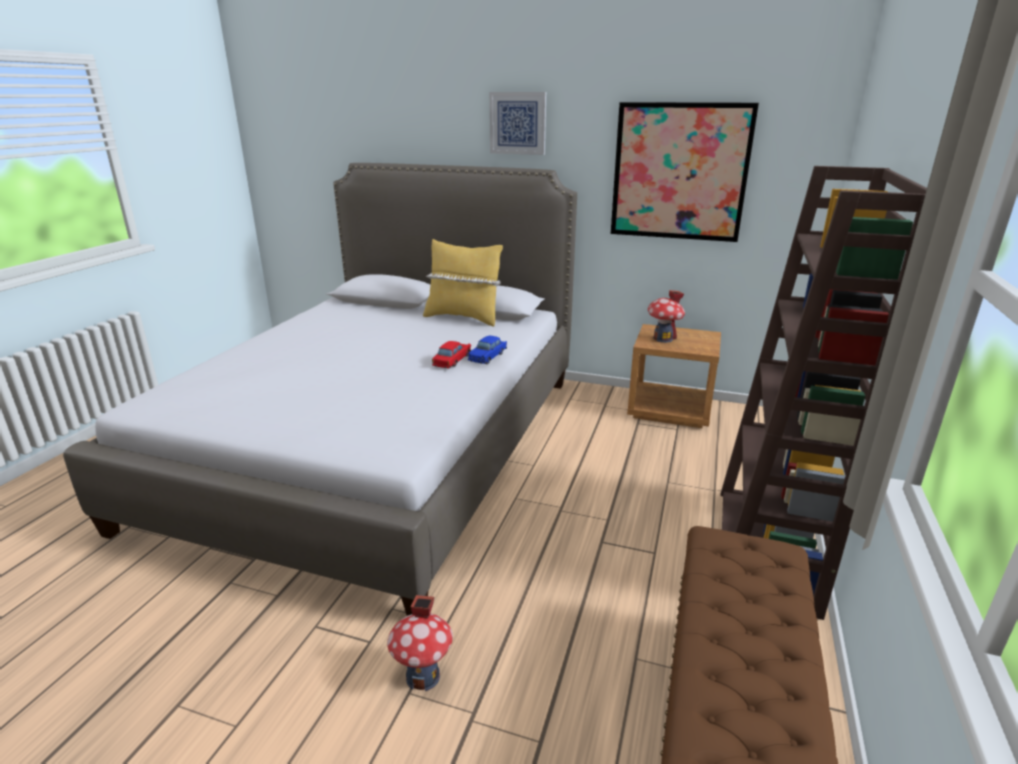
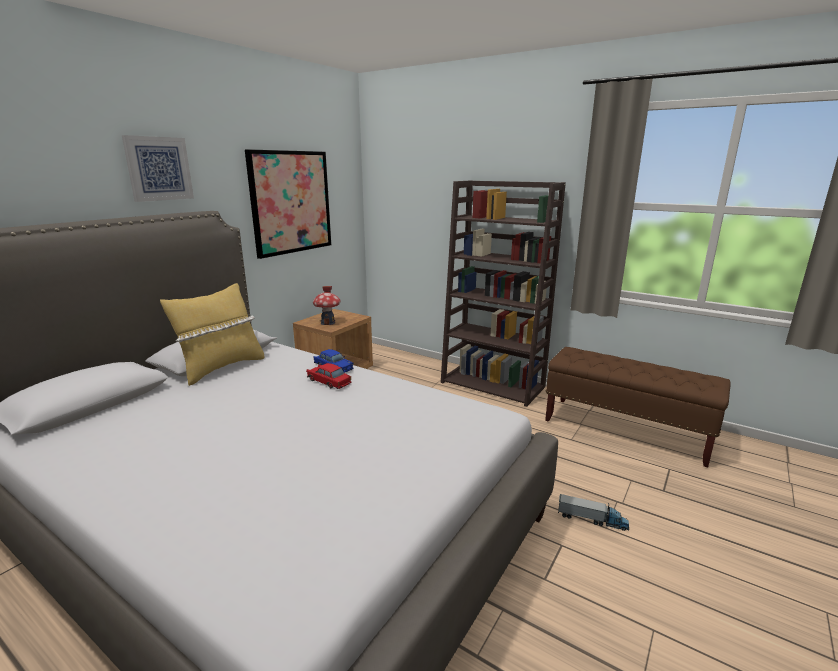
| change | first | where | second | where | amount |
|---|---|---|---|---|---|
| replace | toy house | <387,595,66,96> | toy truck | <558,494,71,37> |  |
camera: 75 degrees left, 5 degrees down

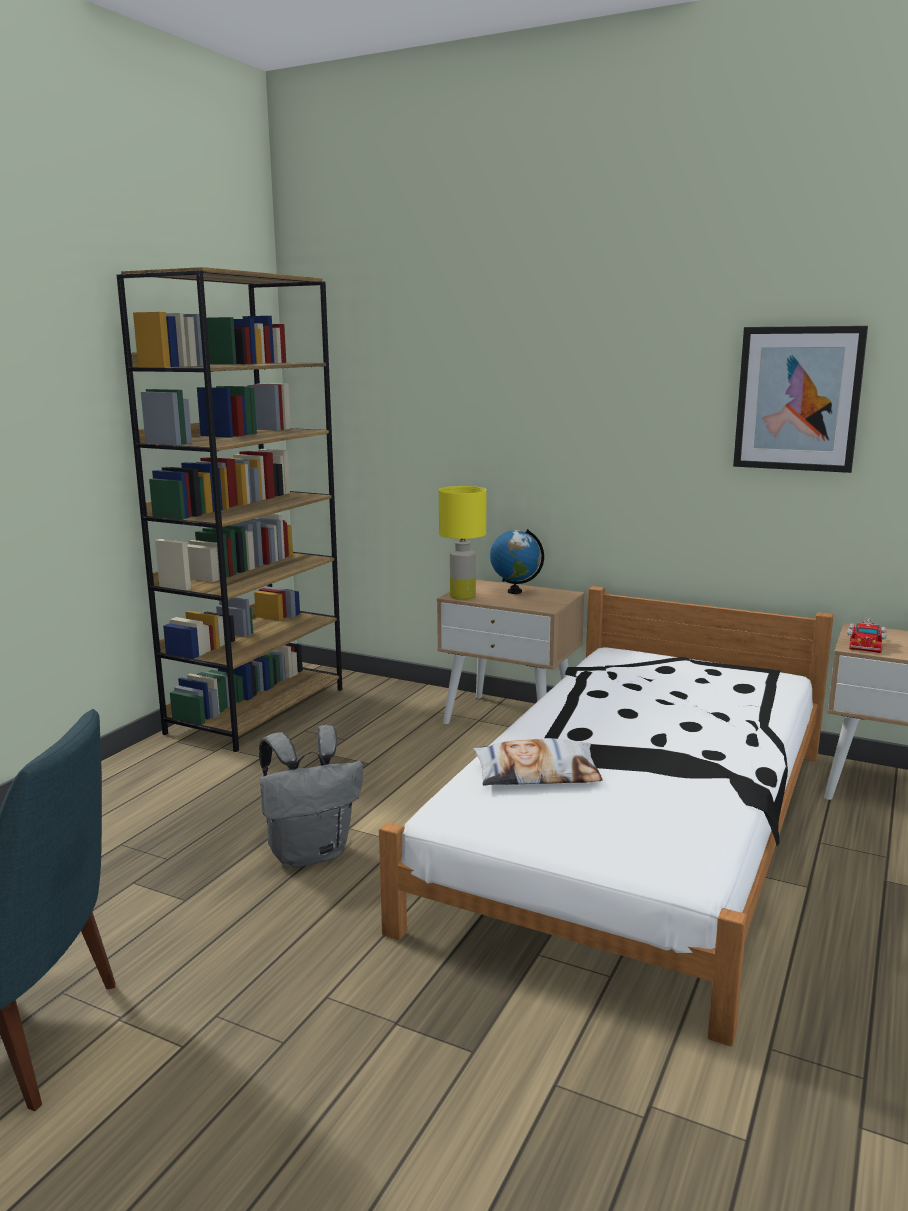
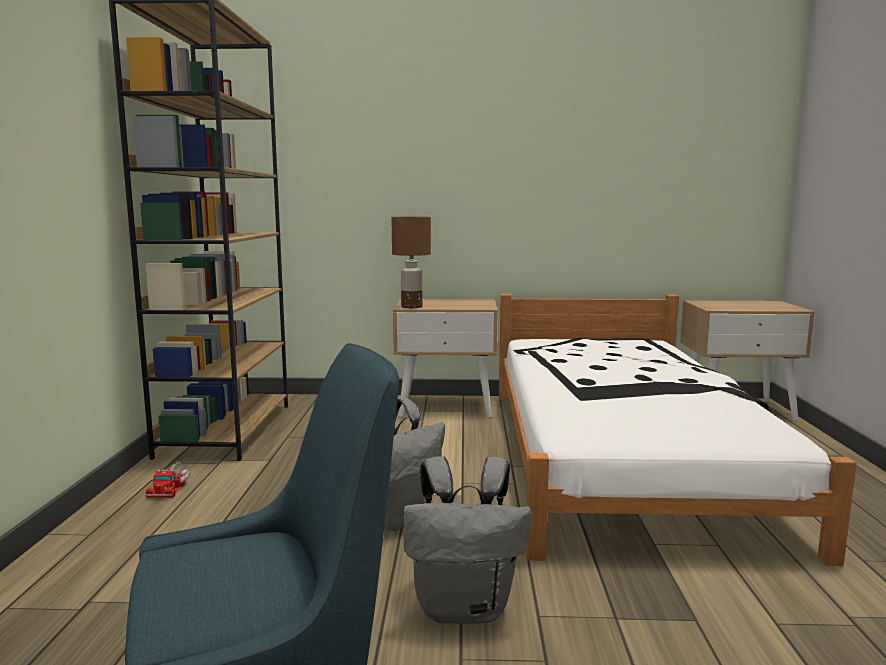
| change | first | where | second | where | amount |
|---|---|---|---|---|---|
| recolor | yellow table lamp | <439,486,47,114> | brown table lamp | <392,217,39,91> |  |
| delete | pillow | <473,738,130,48> |  |  |  |
| delete | globe | <490,529,54,65> |  |  |  |
| delete | picture | <733,326,135,147> |  |  |  |
| move | toy truck | <847,617,40,36> |  | <145,461,45,37> |  |
| insert |  |  | grey backpack | <404,456,128,168> |  |
camera: 25 degrees left, 5 degrees down

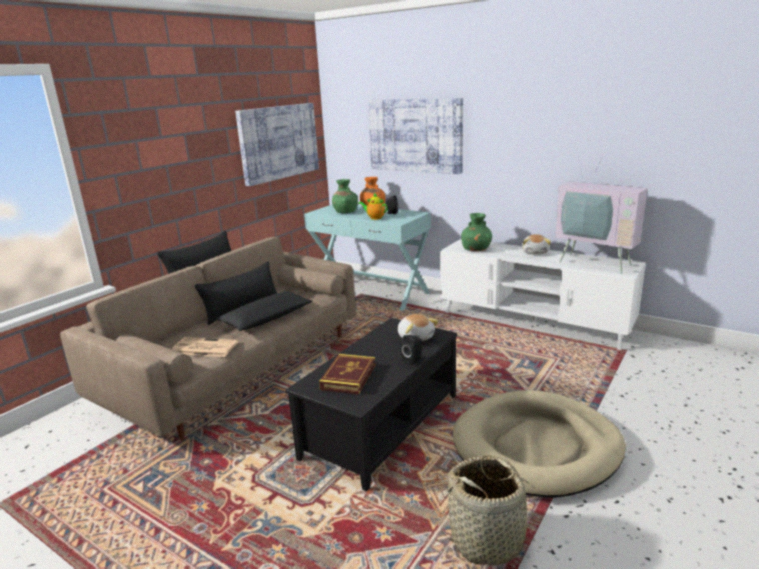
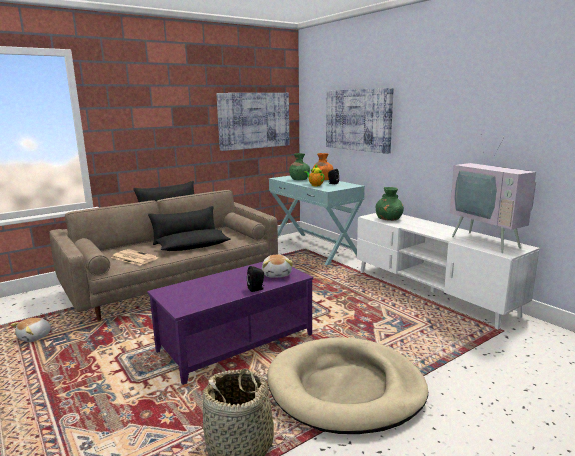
| change | first | where | second | where | amount |
|---|---|---|---|---|---|
| recolor | black coffee table | <286,318,171,173> | purple coffee table | <147,262,166,123> |  |
| delete | book | <319,354,56,41> |  |  |  |
| move | plush toy | <522,235,29,19> |  | <11,318,41,24> |  |
camera: 20 degrees right, 5 degrees down

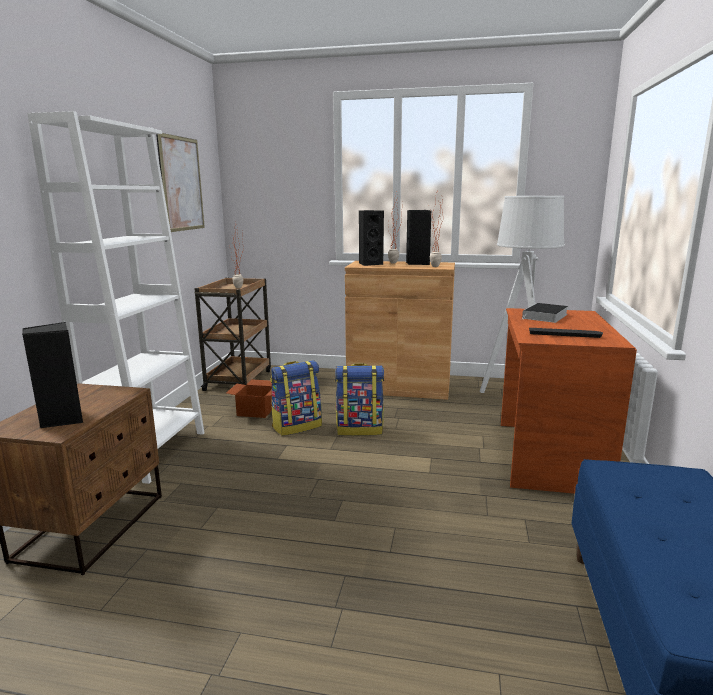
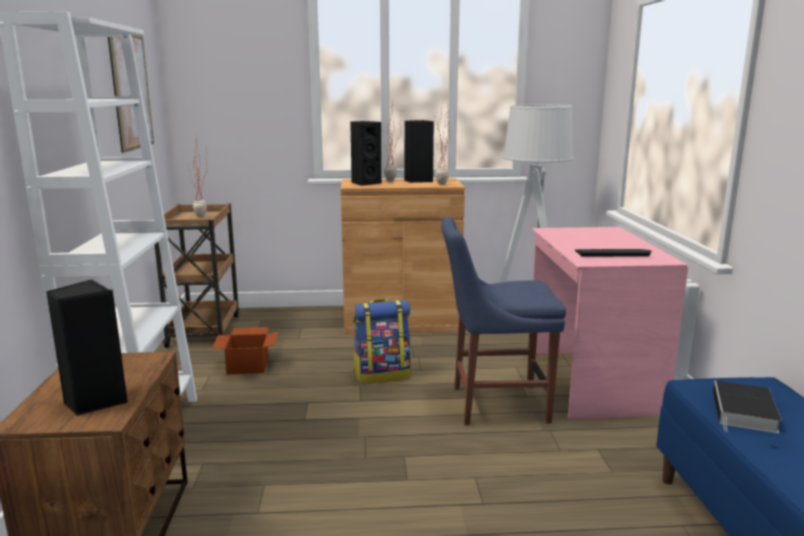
| change | first | where | second | where | amount |
|---|---|---|---|---|---|
| delete | backpack | <270,360,52,76> |  |  |  |
| recolor | brown desk | <501,308,136,186> | pink desk | <532,227,156,192> |  |
| move | book | <522,303,46,20> |  | <713,381,69,52> |  |
| insert |  |  | blue chair | <441,217,125,208> |  |
camera: 15 degrees left, 0 degrees up

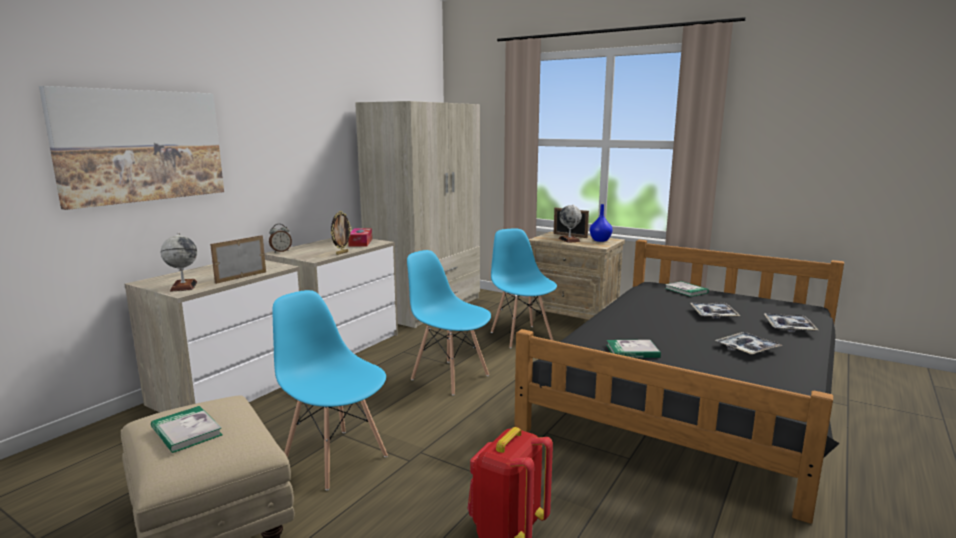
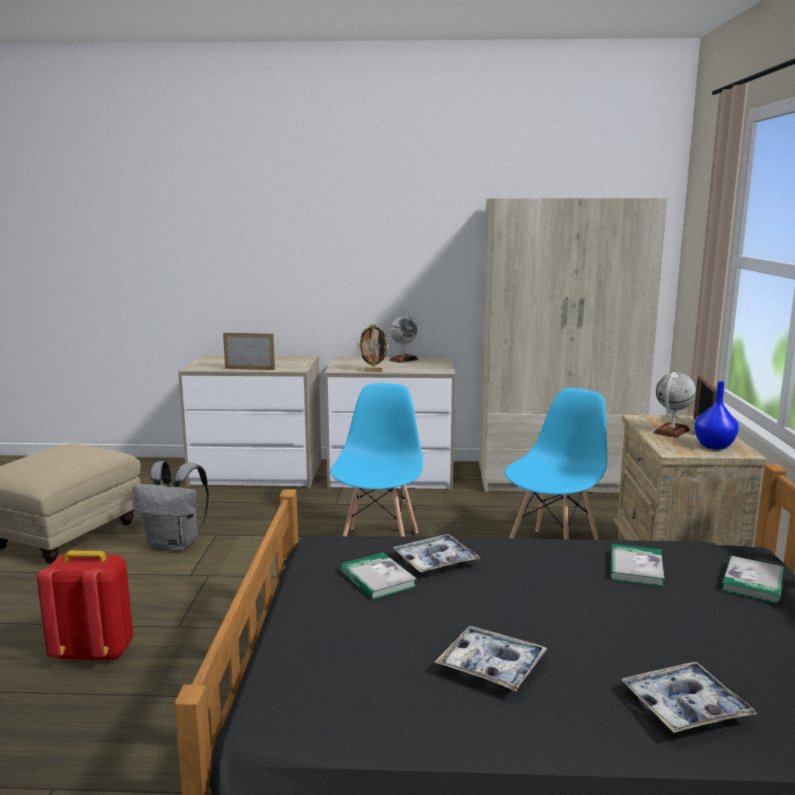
| change | first | where | second | where | amount |
|---|---|---|---|---|---|
| delete | picture | <39,86,185,124> |  |  |  |
| move | book | <151,406,72,47> |  | <610,544,54,43> |  |
| move | globe | <161,233,36,59> |  | <389,315,29,48> |  |
| delete | alarm clock | <269,224,23,28> |  |  |  |
| replace | blue chair | <272,290,116,200> | grey backpack | <132,461,77,90> |  |
| delete | tissue box | <348,228,24,19> |  |  |  |
| move | tray | <690,303,50,16> |  | <393,534,87,39> |  |
camera: 60 degrees right, 0 degrees up

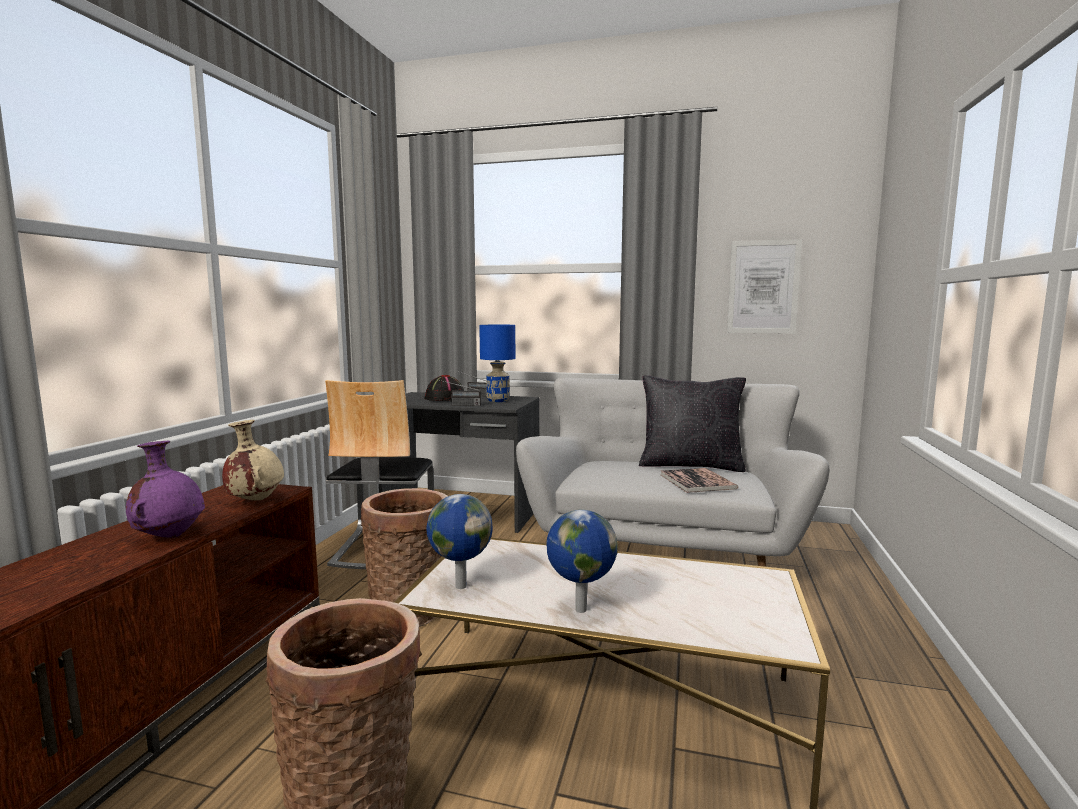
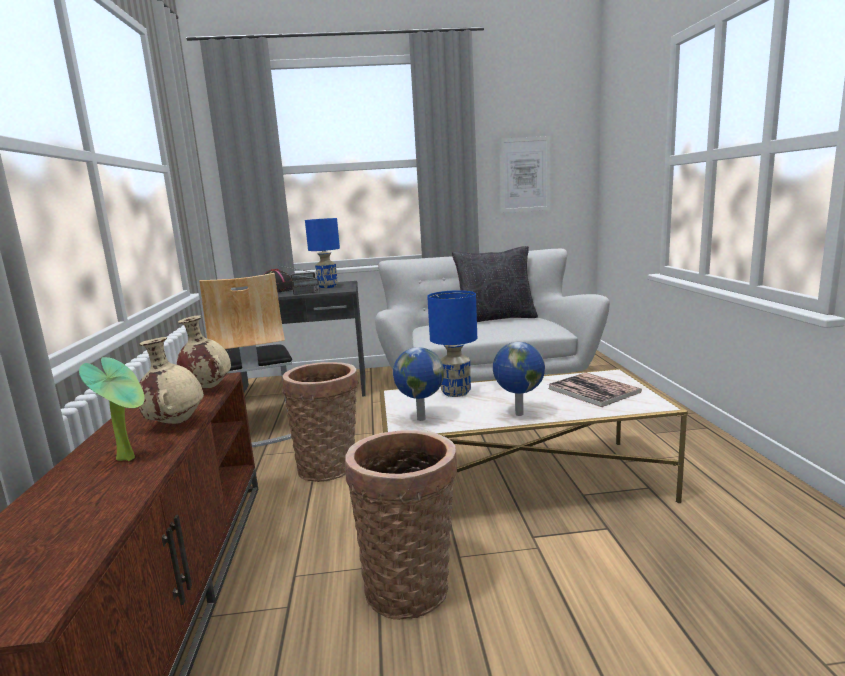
| change | first | where | second | where | amount |
|---|---|---|---|---|---|
| recolor | purple vase | <126,441,79,96> | beige vase | <139,337,65,87> |  |
| move | book | <661,468,77,25> |  | <548,373,94,34> |  |
| insert |  |  | potted plant | <79,357,66,104> |  |
| insert |  |  | blue table lamp | <427,290,50,107> |  |
camera: 20 degrees left, 5 degrees up

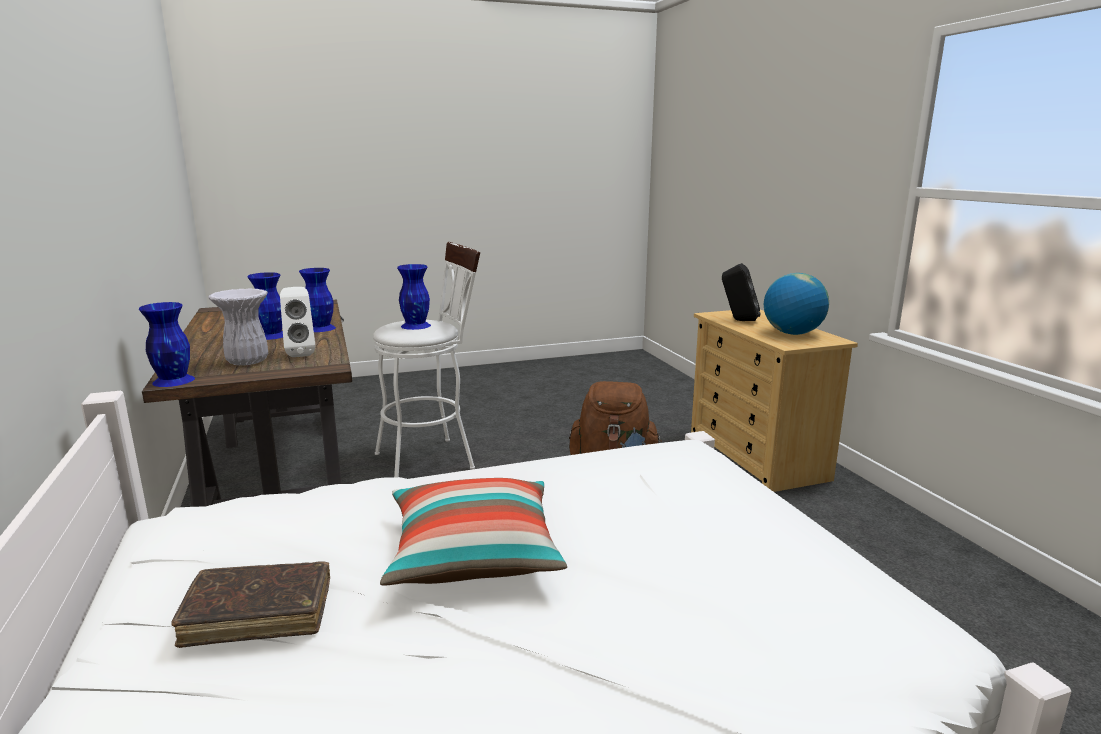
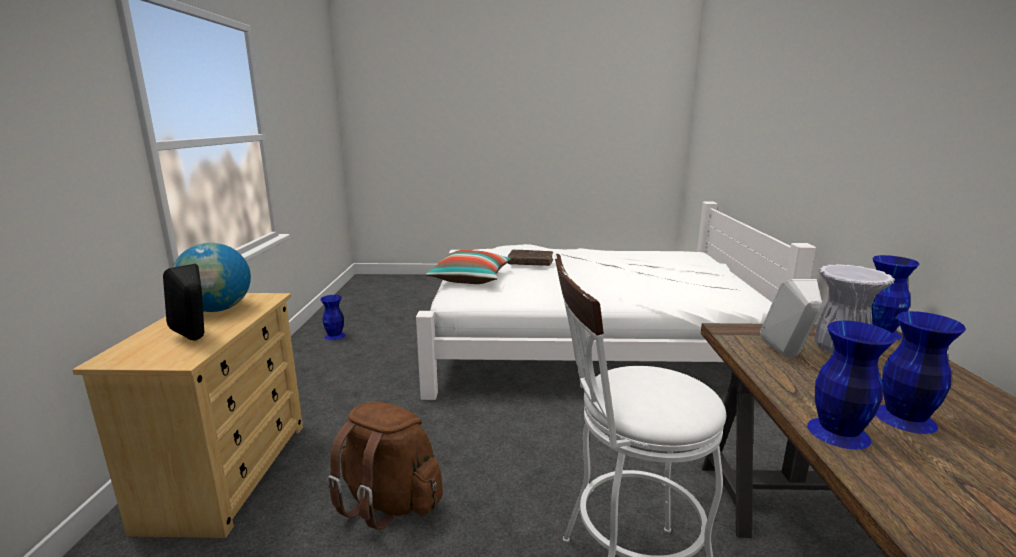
| change | first | where | second | where | amount |
|---|---|---|---|---|---|
| move | brown book | <171,561,159,87> |  | <508,249,45,17> |  |
| move | pillow | <380,478,187,108> |  | <426,250,85,34> |  |
| move | blue vase | <397,264,34,66> |  | <320,295,26,45> |  |
camera: 160 degrees left, 0 degrees up

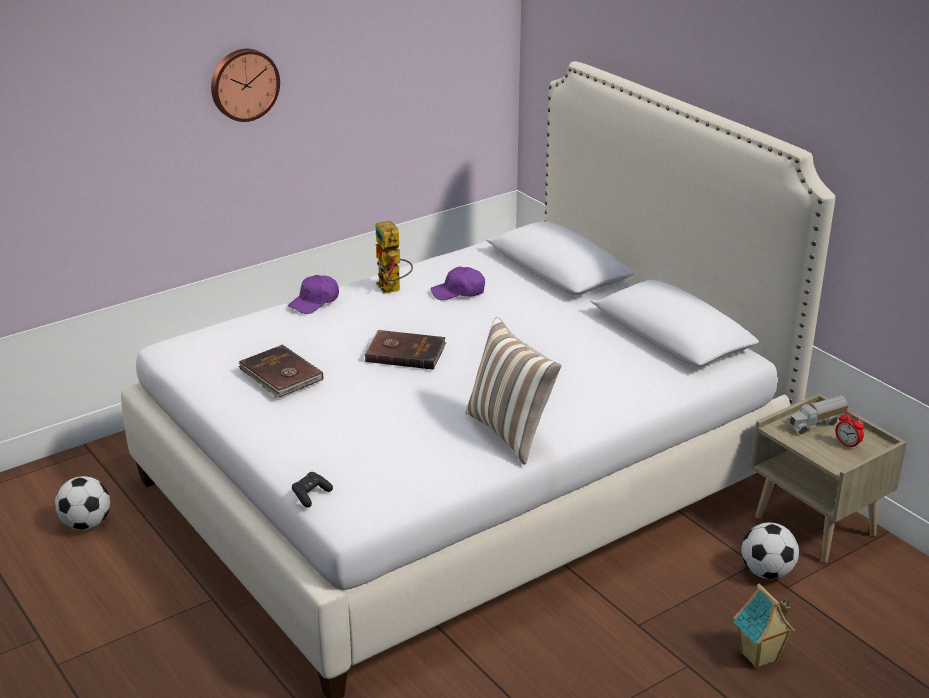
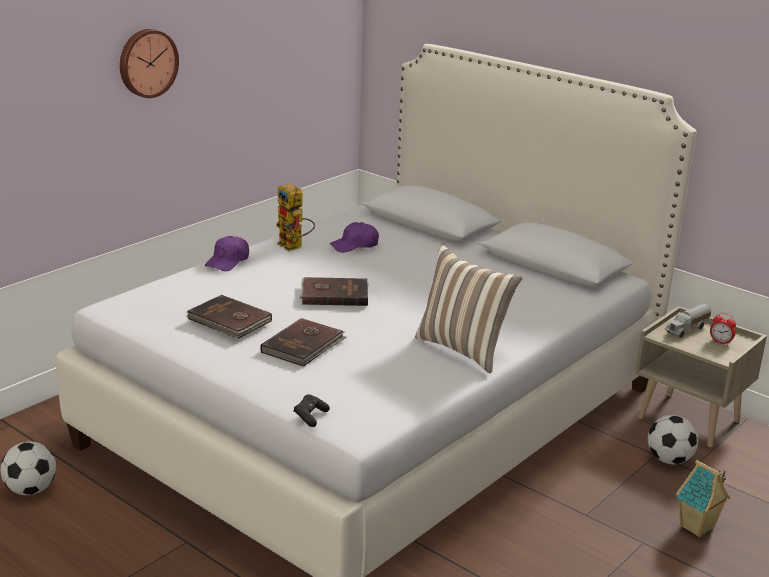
| change | first | where | second | where | amount |
|---|---|---|---|---|---|
| insert |  |  | brown book | <260,318,87,49> |  |
camera: 15 degrees left, 5 degrees down

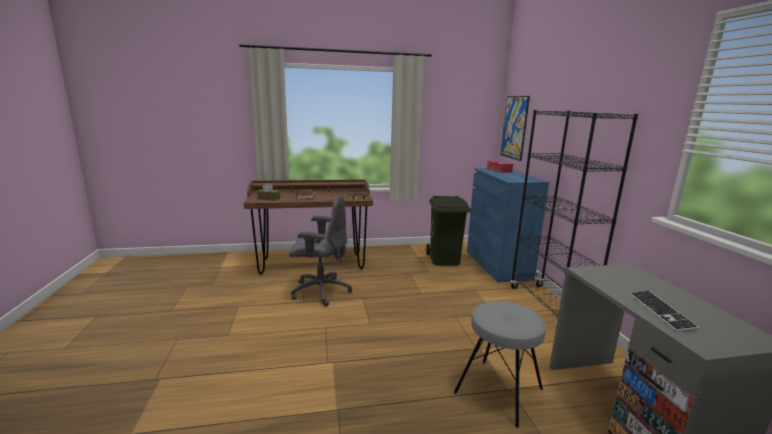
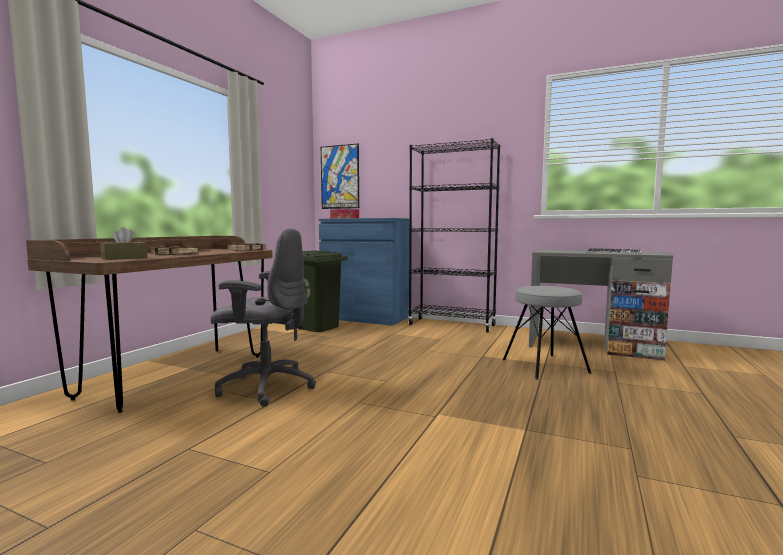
| change | first | where | second | where | amount |
|---|---|---|---|---|---|
| rotate | grey office chair | <289,194,63,113> |  | <210,229,106,178> | 60 degrees clockwise |
camera: 55 degrees left, 10 degrees down

